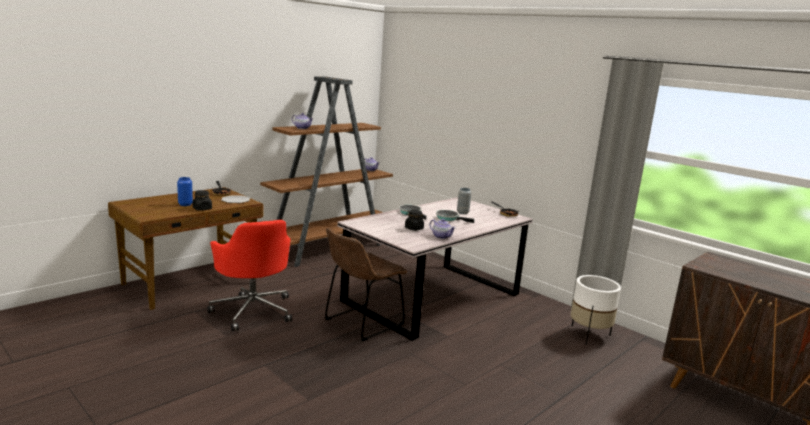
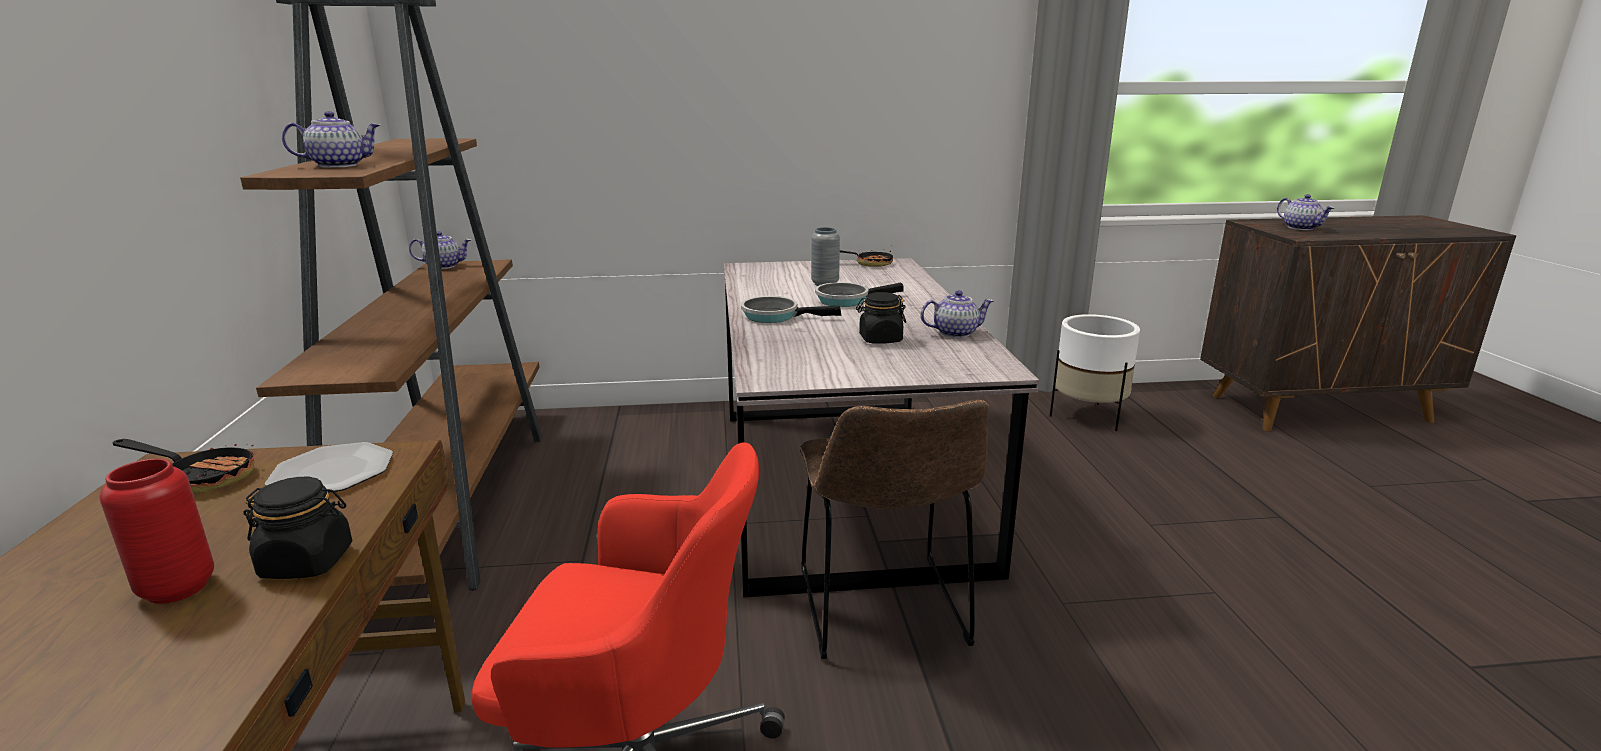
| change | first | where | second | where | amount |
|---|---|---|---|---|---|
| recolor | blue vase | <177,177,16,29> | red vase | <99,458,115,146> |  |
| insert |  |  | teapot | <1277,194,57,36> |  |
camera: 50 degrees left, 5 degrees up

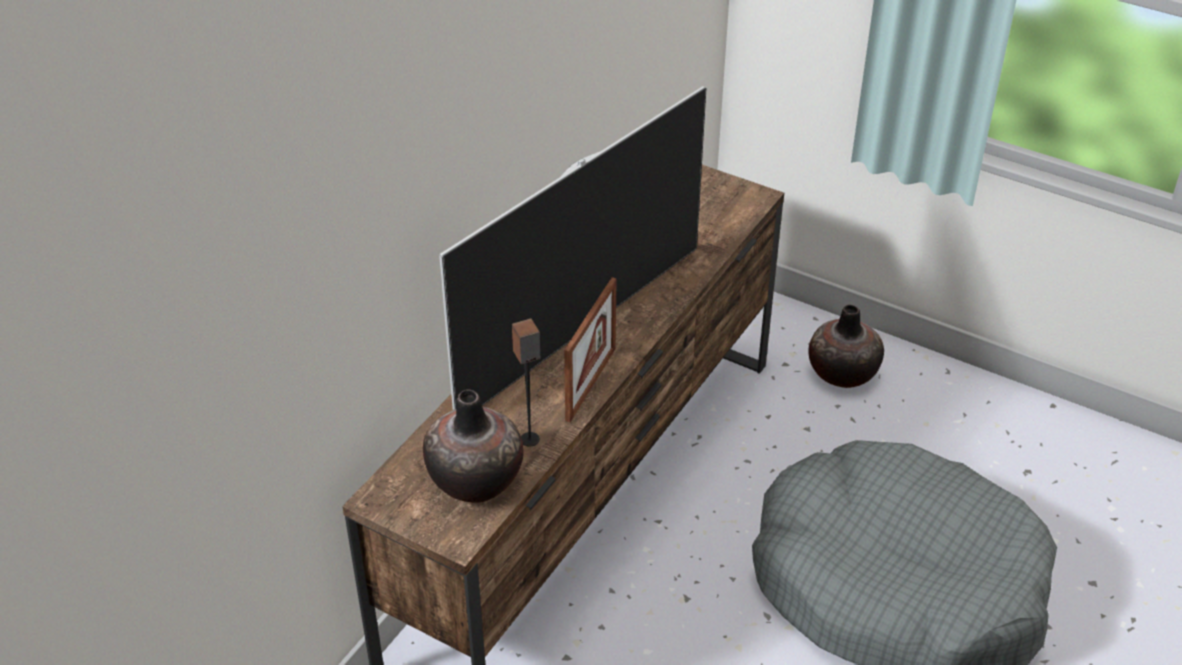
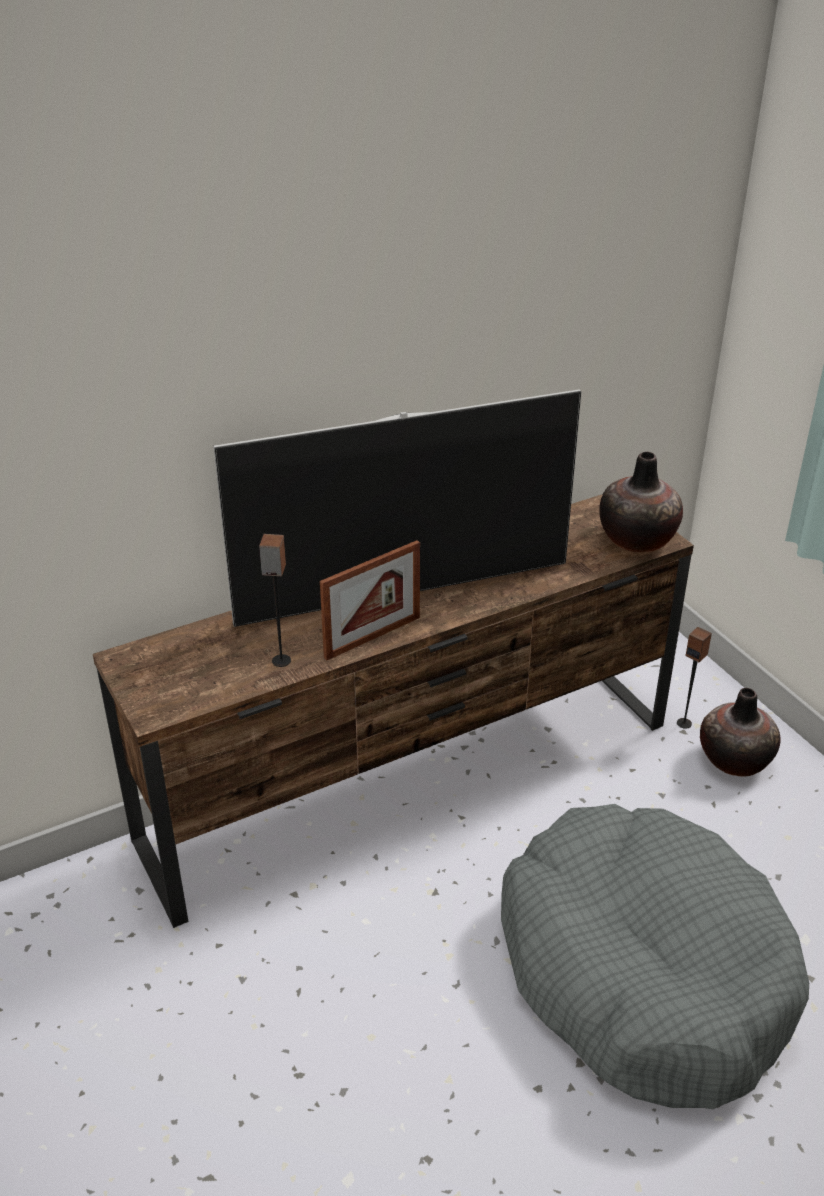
| change | first | where | second | where | amount |
|---|---|---|---|---|---|
| move | vase | <423,389,101,114> |  | <599,452,84,101> |  |
| insert |  |  | speaker | <677,627,35,102> |  |
camera: 30 degrees right, 5 degrees down

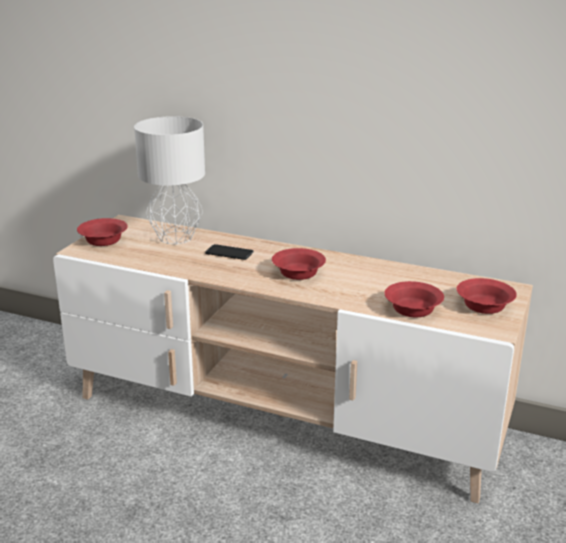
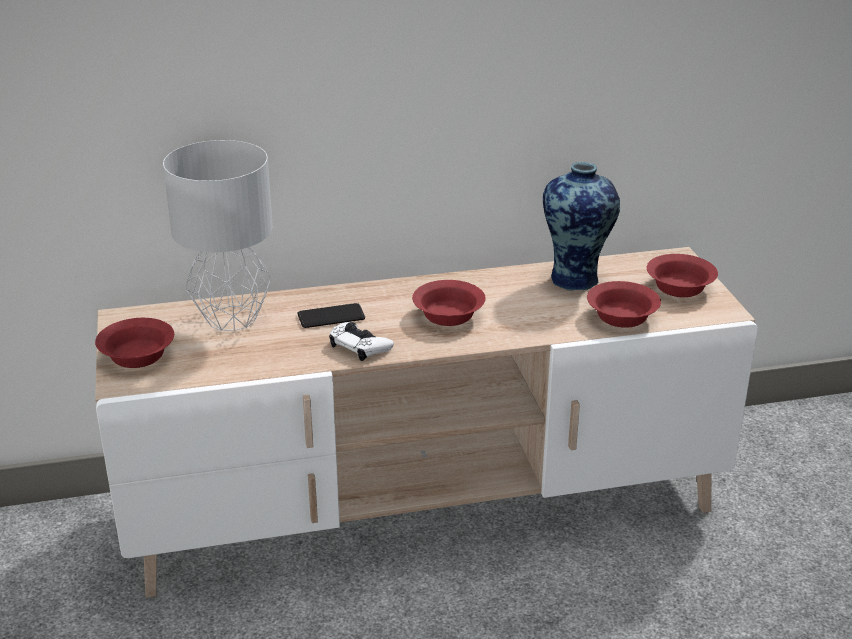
| change | first | where | second | where | amount |
|---|---|---|---|---|---|
| insert |  |  | white game controller | <329,322,65,39> |  |
| insert |  |  | vase | <543,162,77,129> |  |
camera: 35 degrees left, 5 degrees up

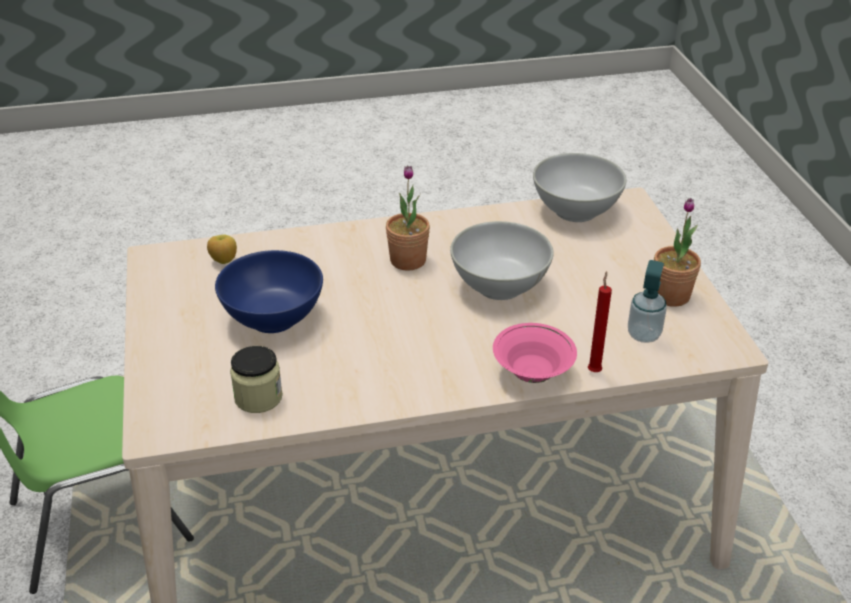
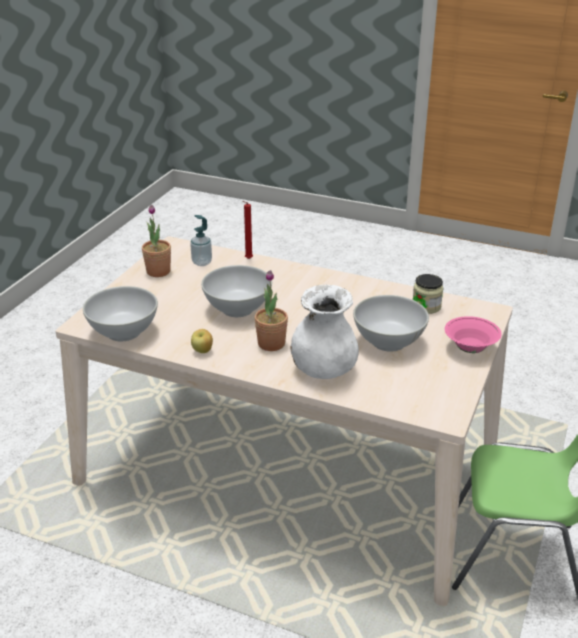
| change | first | where | second | where | amount |
|---|---|---|---|---|---|
| move | apple | <207,235,30,29> |  | <191,329,22,24> |  |
| recolor | blue bowl | <215,250,108,83> | white bowl | <353,295,76,57> |  |
| move | pink bowl | <493,323,84,60> |  | <445,316,57,37> |  |
| insert |  |  | white vase | <291,285,68,94> |  |
camera: 145 degrees left, 5 degrees down

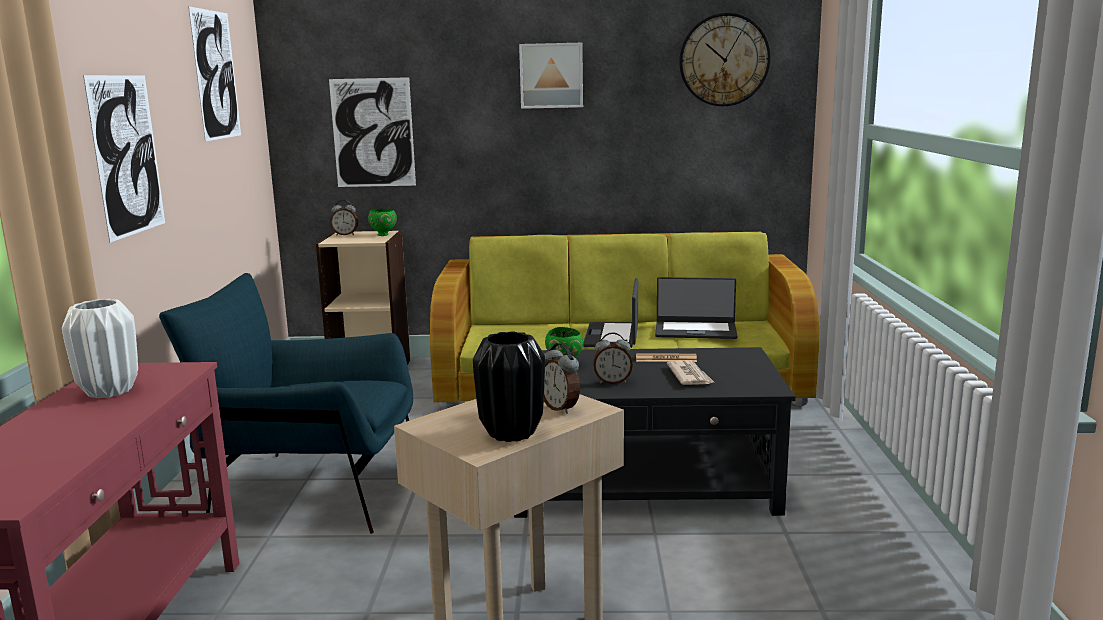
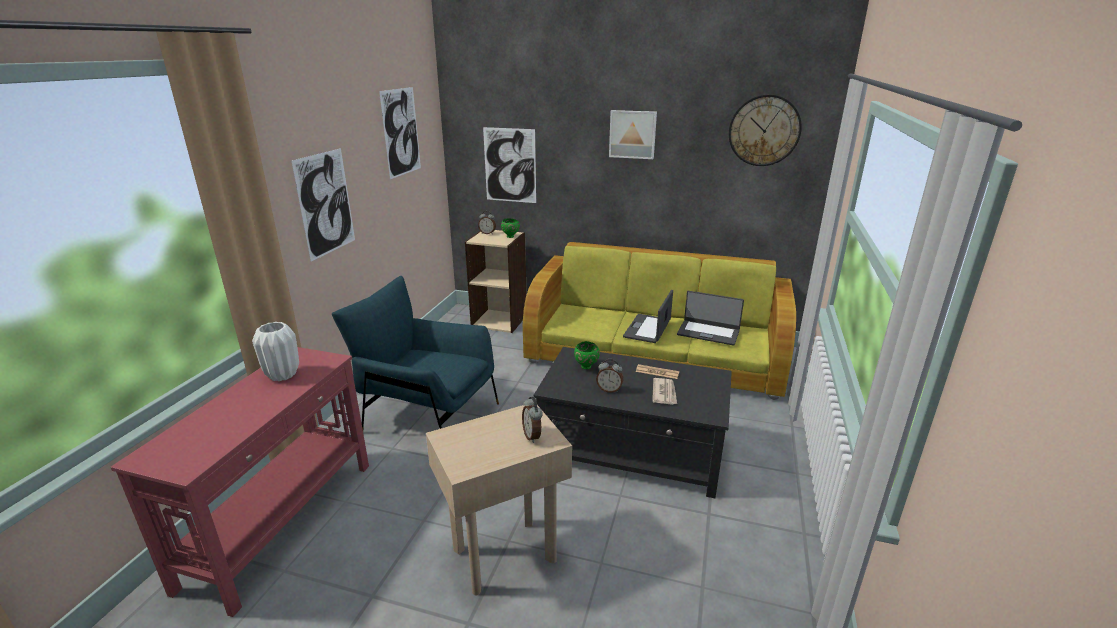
| change | first | where | second | where | amount |
|---|---|---|---|---|---|
| delete | black vase | <473,331,72,111> |  |  |  |
camera: 15 degrees right, 10 degrees up

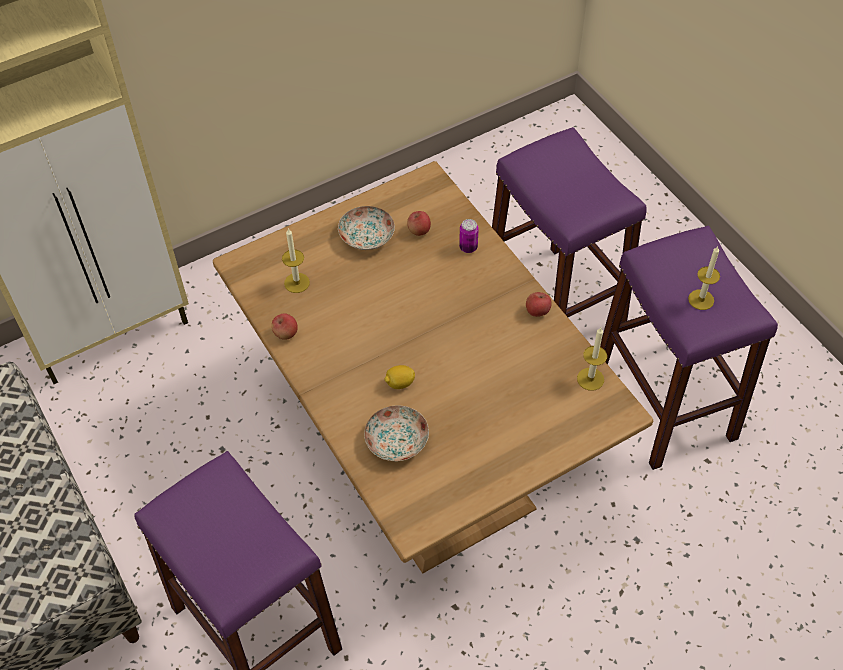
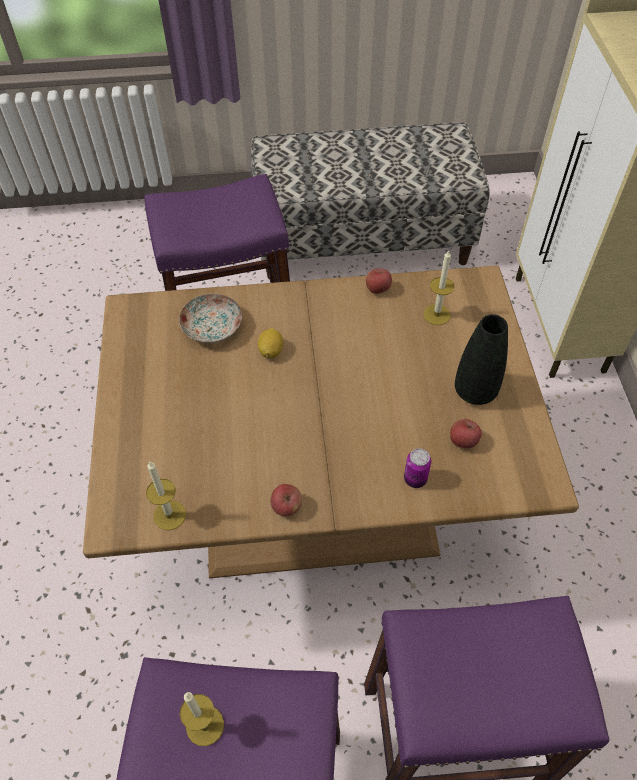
| change | first | where | second | where | amount |
|---|---|---|---|---|---|
| replace | plate | <338,206,57,44> | black vase | <455,314,53,91> |  |
camera: 115 degrees right, 0 degrees up

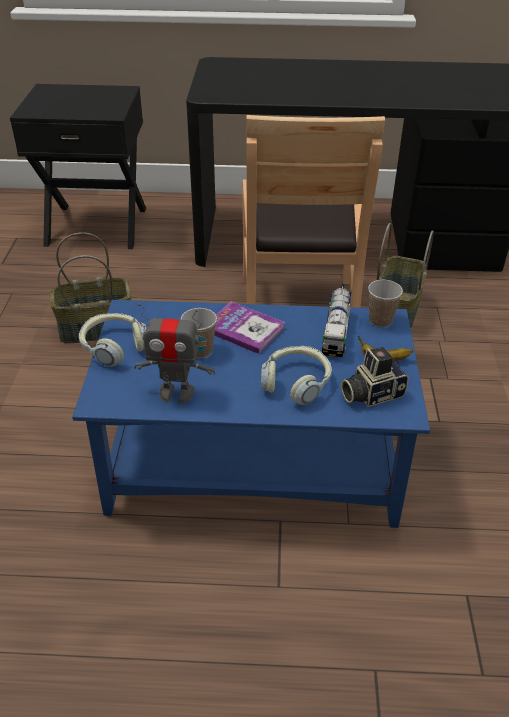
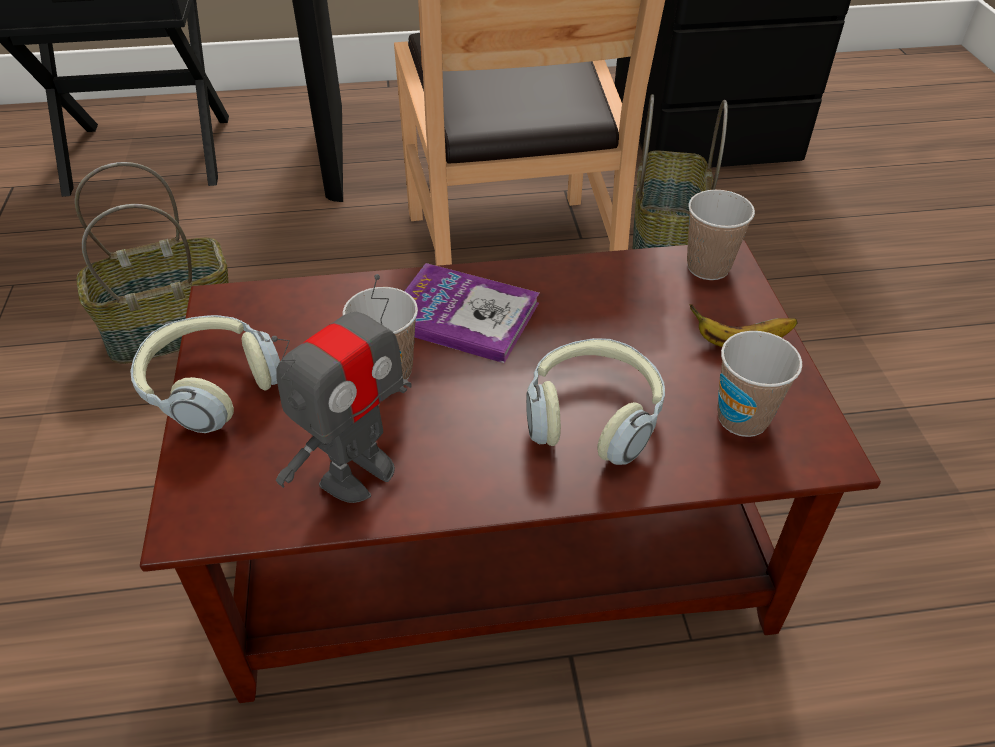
| change | first | where | second | where | amount |
|---|---|---|---|---|---|
| recolor | blue coffee table | <72,300,358,228> | brown coffee table | <140,240,741,463> |  |
| rotate | toy robot | <134,303,81,101> |  | <271,274,141,229> | 45 degrees counterclockwise |
| delete | toy truck | <322,285,30,72> |  |  |  |
| replace | photo camera | <341,347,68,60> | cup | <717,331,86,106> |  |
camera: 10 degrees left, 5 degrees up

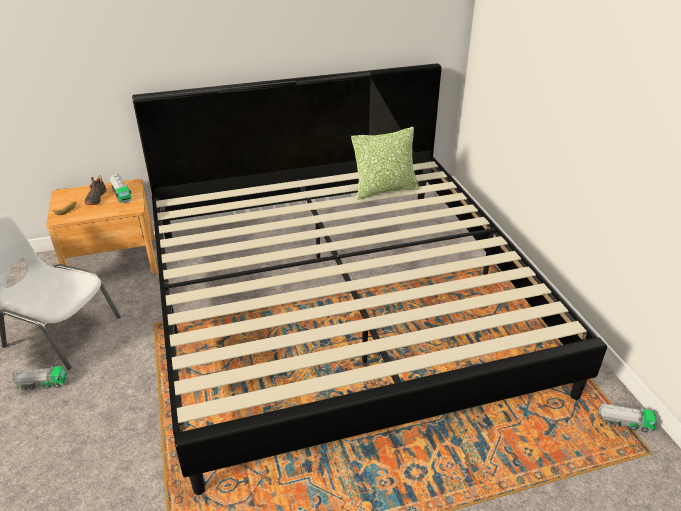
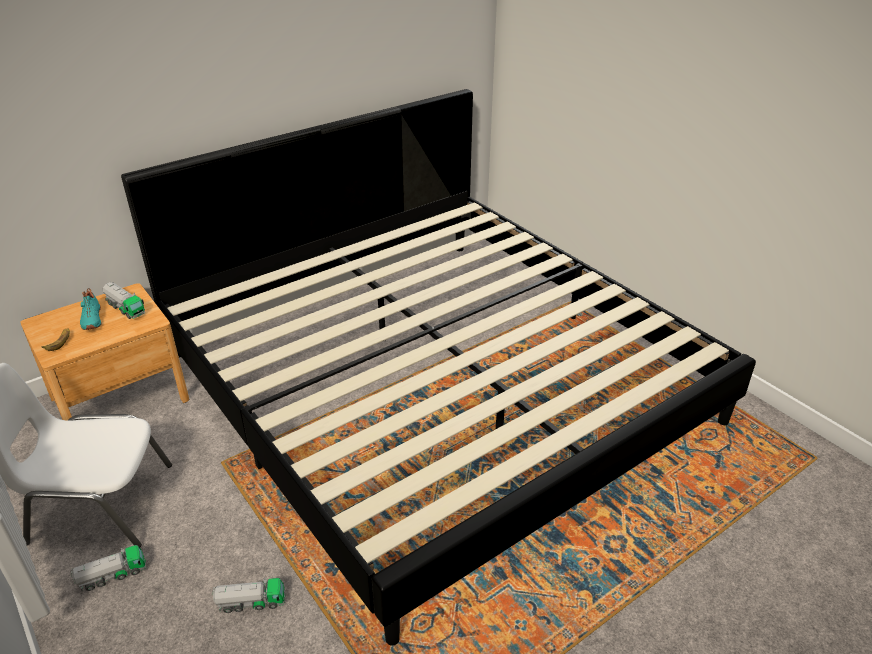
| change | first | where | second | where | amount |
|---|---|---|---|---|---|
| recolor | black shoe | <85,176,22,29> | turquoise shoe | <80,288,21,42> |  |
| delete | pillow | <351,127,68,73> |  |  |  |
| move | toy truck | <599,403,57,29> |  | <212,577,73,36> |  |
camera: 20 degrees left, 0 degrees up

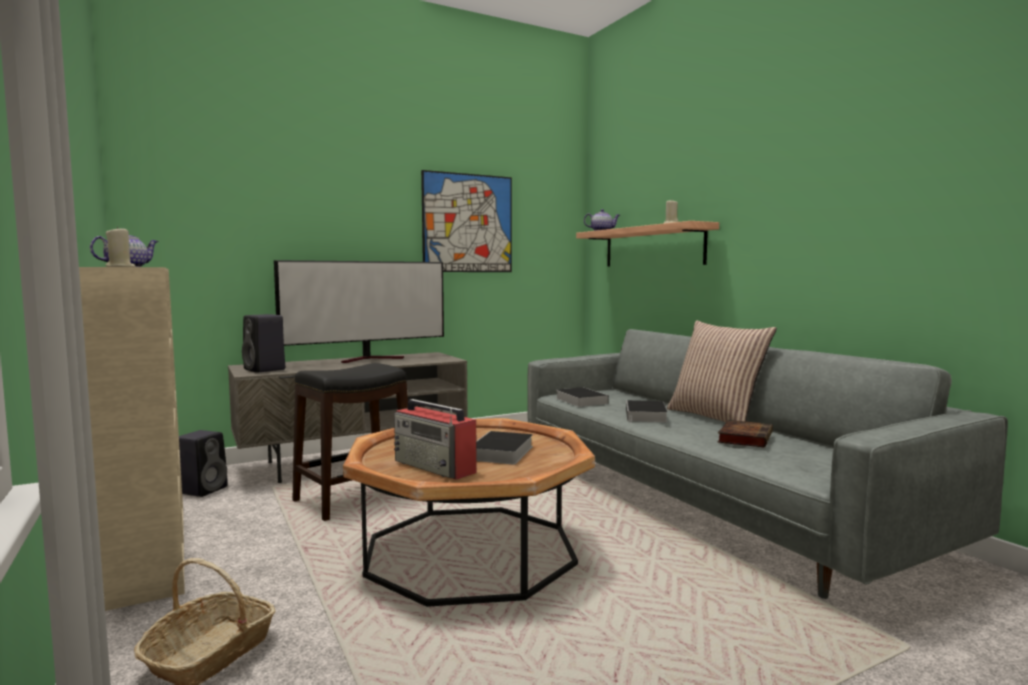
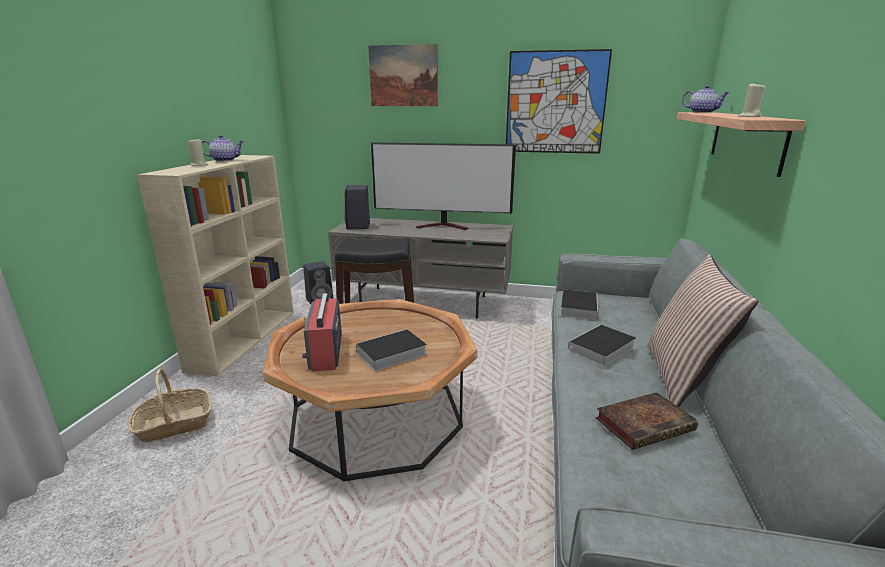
| change | first | where | second | where | amount |
|---|---|---|---|---|---|
| insert |  |  | picture | <368,44,70,62> |  |
camera: 40 degrees right, 15 degrees up

